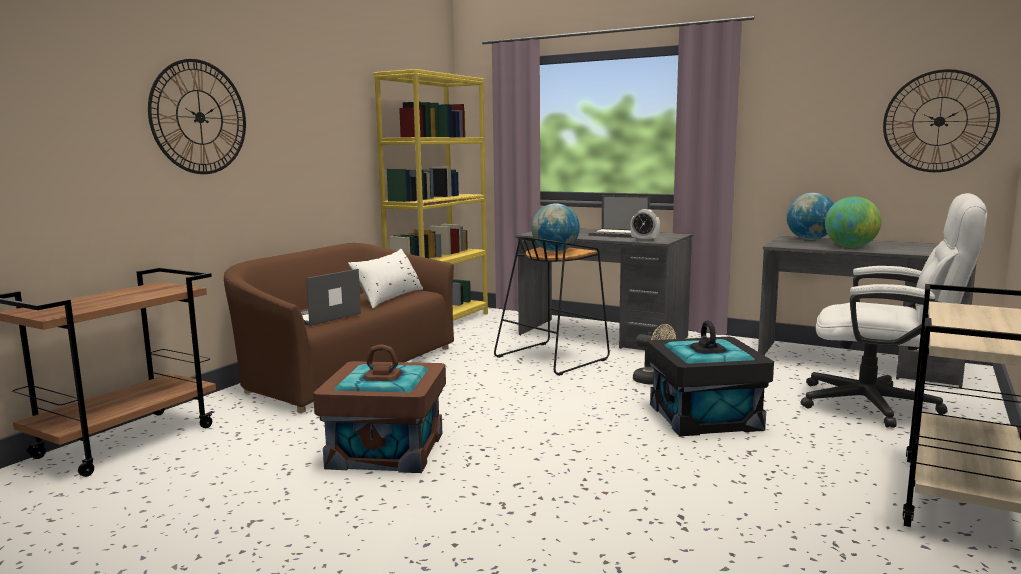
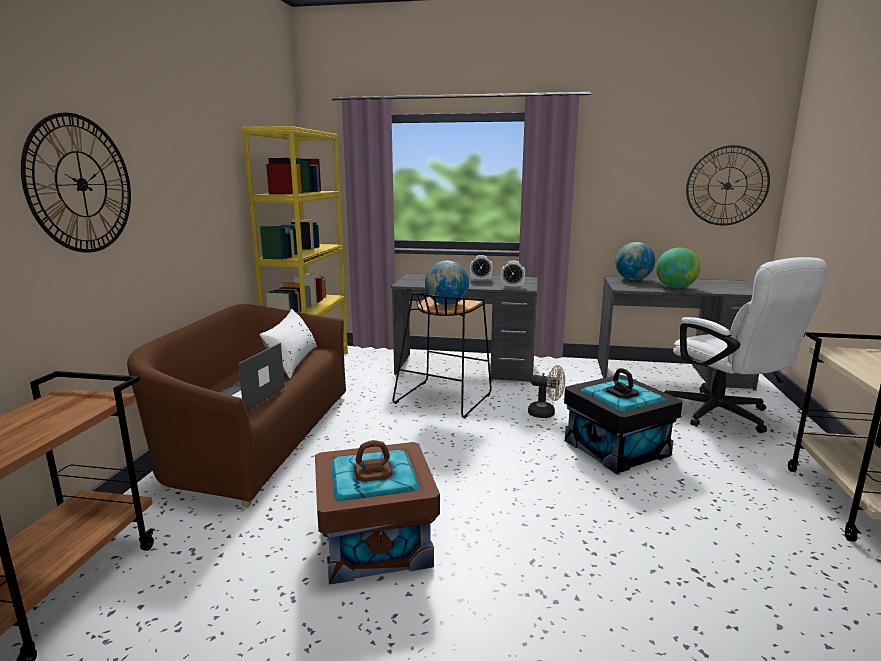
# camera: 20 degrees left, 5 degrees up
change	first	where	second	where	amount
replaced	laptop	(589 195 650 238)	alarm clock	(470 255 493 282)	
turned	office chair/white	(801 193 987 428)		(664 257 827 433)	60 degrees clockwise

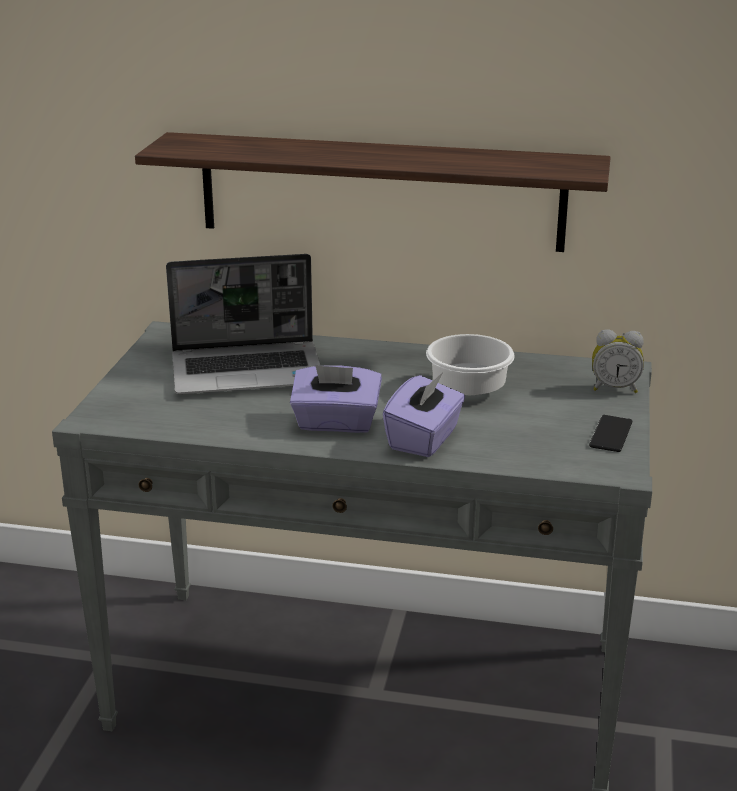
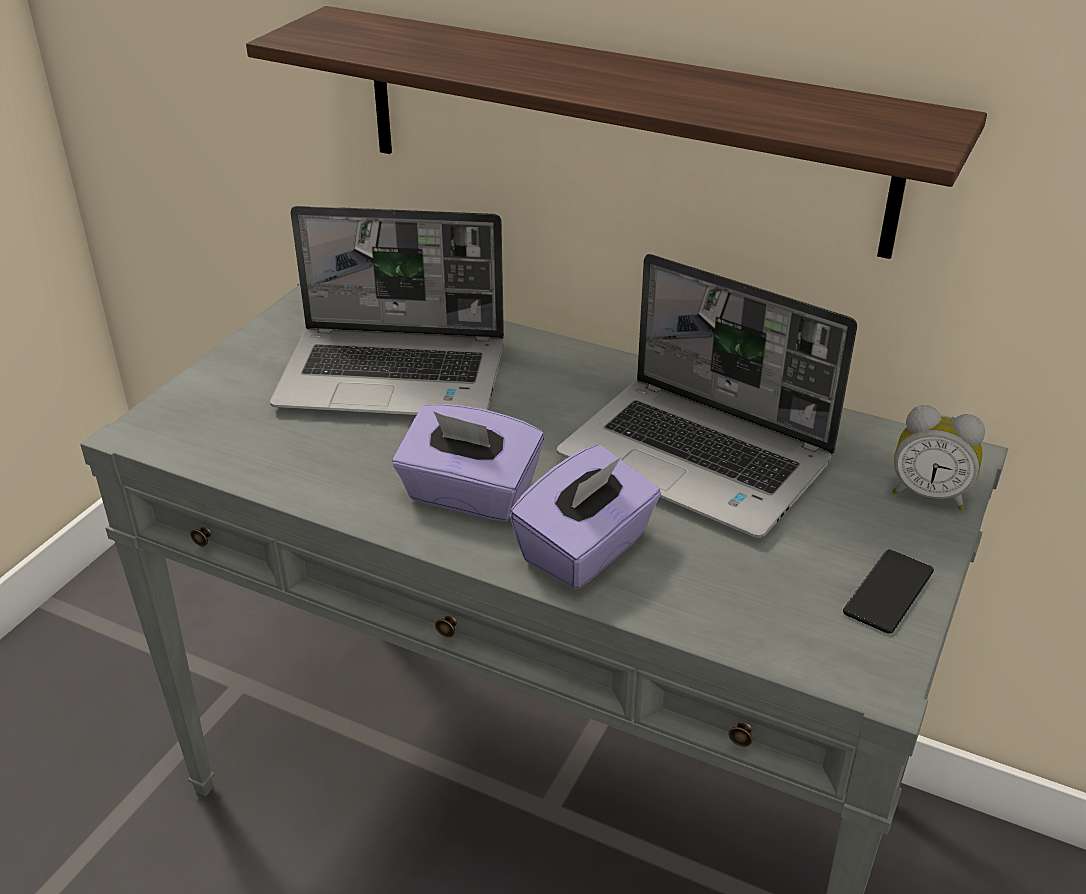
# camera: 15 degrees right, 10 degrees up
change	first	where	second	where	amount
replaced	bowl/white	(426 334 515 395)	laptop	(557 254 857 538)	

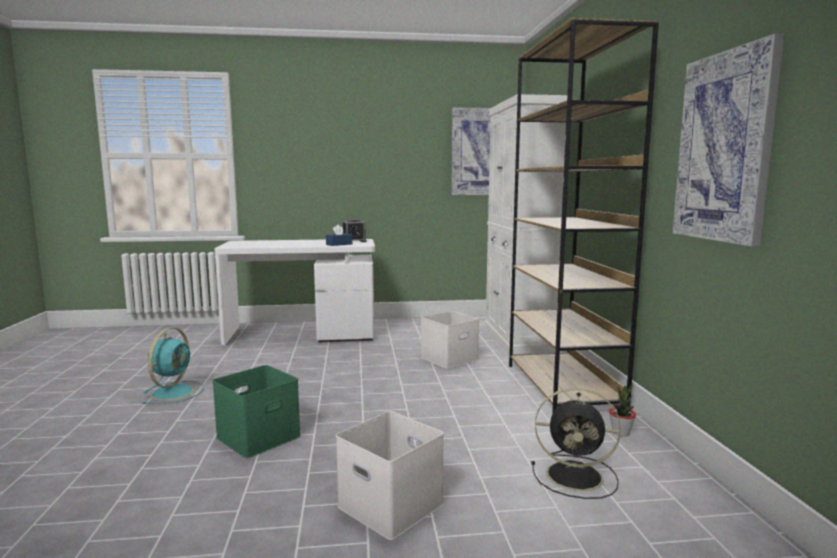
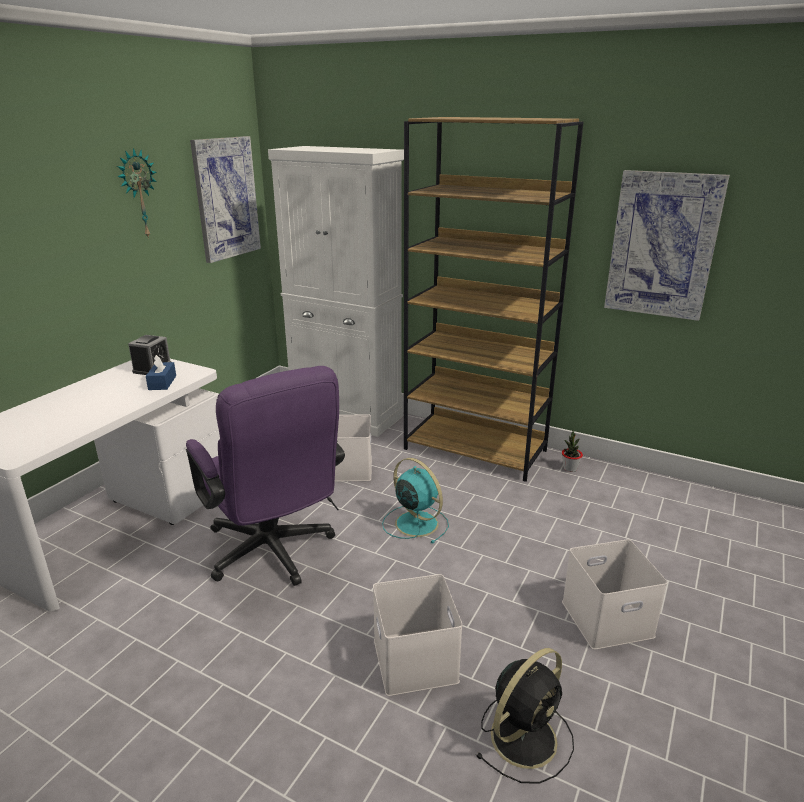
# camera: 55 degrees left, 15 degrees up
change	first	where	second	where	amount
moved	fan/turquoise	(142 328 205 404)		(382 458 449 544)	
recoloured	storage box/green	(212 365 301 458)	storage box/white	(373 574 463 696)	
moved	fan/black	(531 387 621 499)		(476 648 574 784)	
added			wall clock	(117 148 157 239)	
added			office chair/purple	(186 366 345 586)	

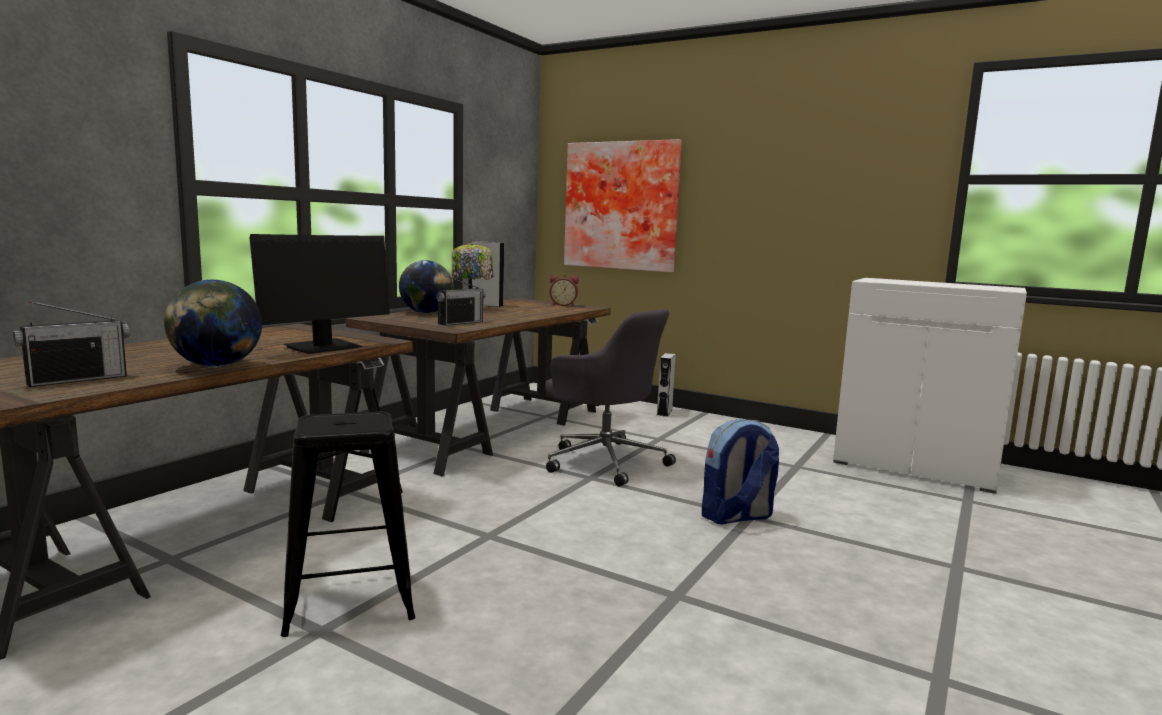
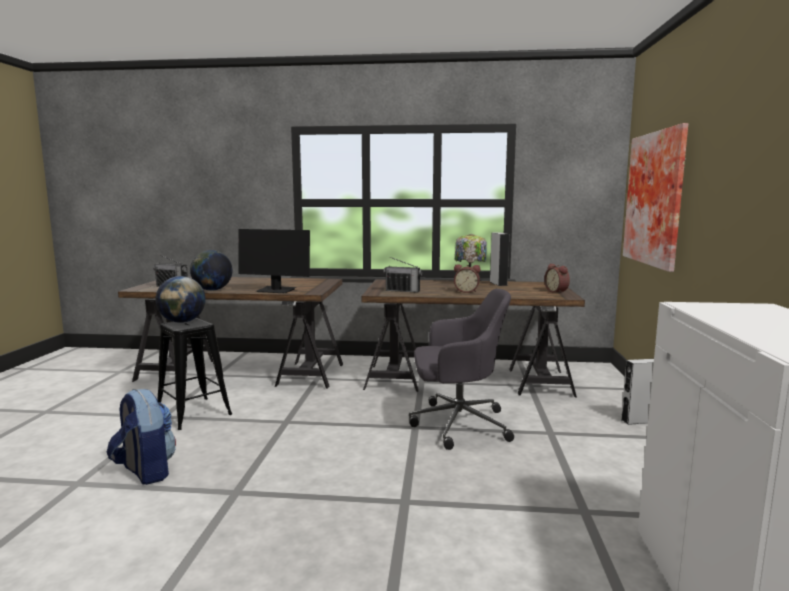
# camera: 65 degrees right, 0 degrees up
change	first	where	second	where	amount
moved	globe	(399 260 453 313)		(156 276 206 323)	
turned	office chair/grey	(545 309 676 486)		(409 289 514 450)	105 degrees counterclockwise
moved	backpack	(702 419 779 525)		(107 389 176 485)	
added			alarm clock	(454 265 480 293)	

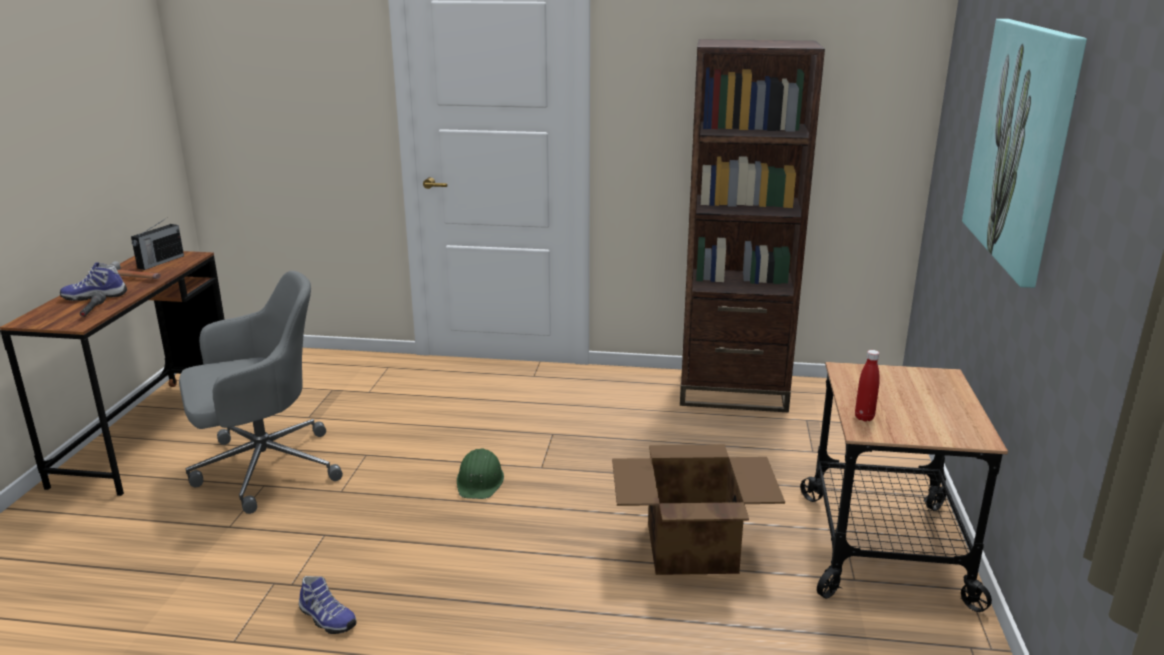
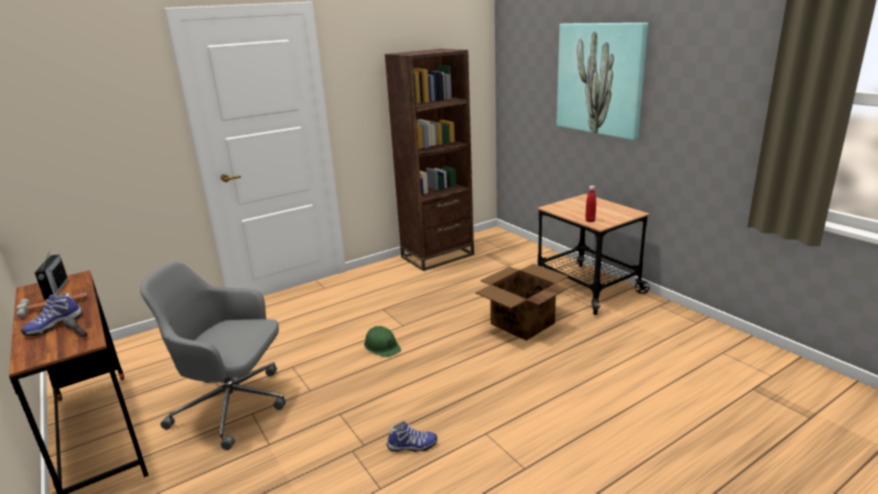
# camera: 40 degrees left, 0 degrees up
change	first	where	second	where	amount
turned	office chair/grey	(179 271 343 514)		(140 262 286 450)	105 degrees counterclockwise

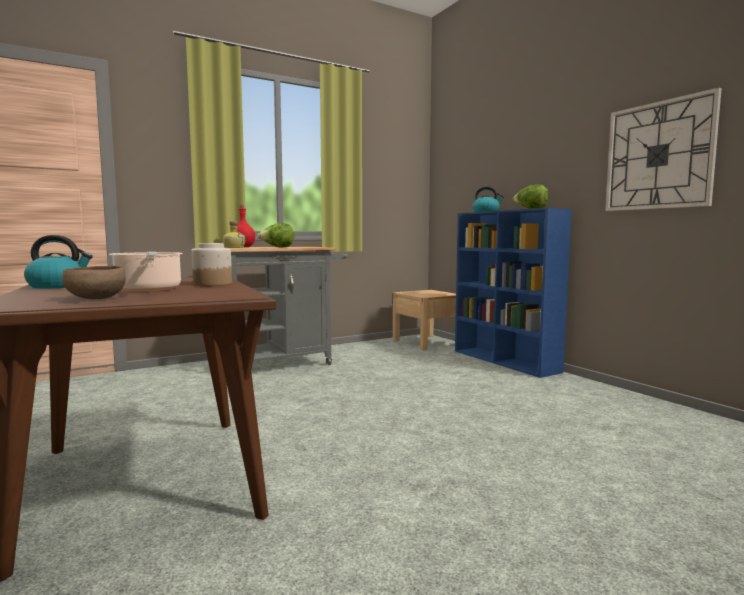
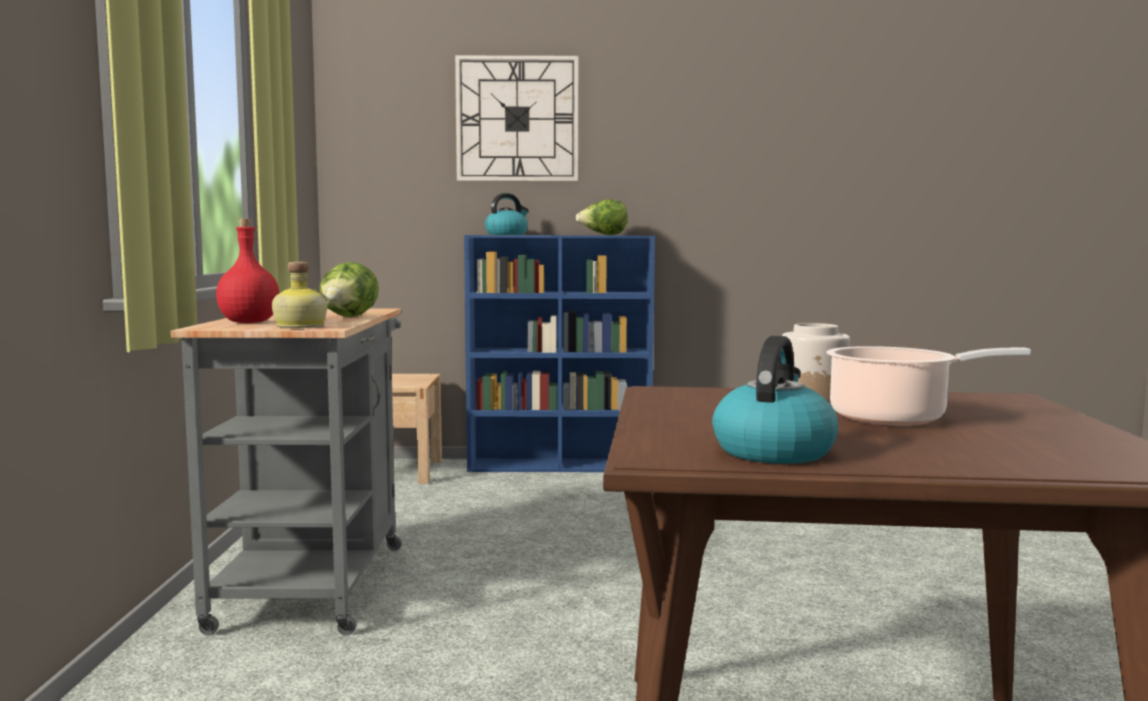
# camera: 60 degrees left, 0 degrees up
change	first	where	second	where	amount
removed	bowl/brown	(62 266 126 299)			
moved	wall clock	(605 87 722 211)		(455 55 578 181)	

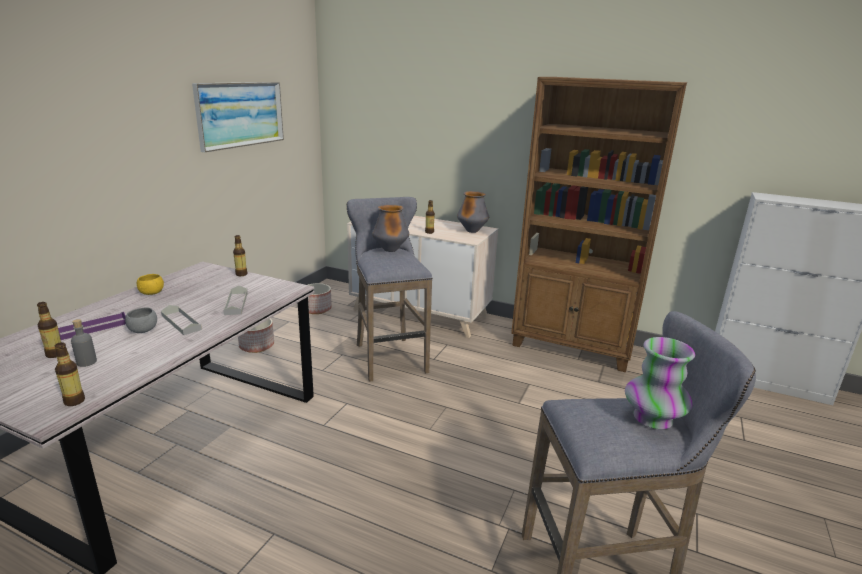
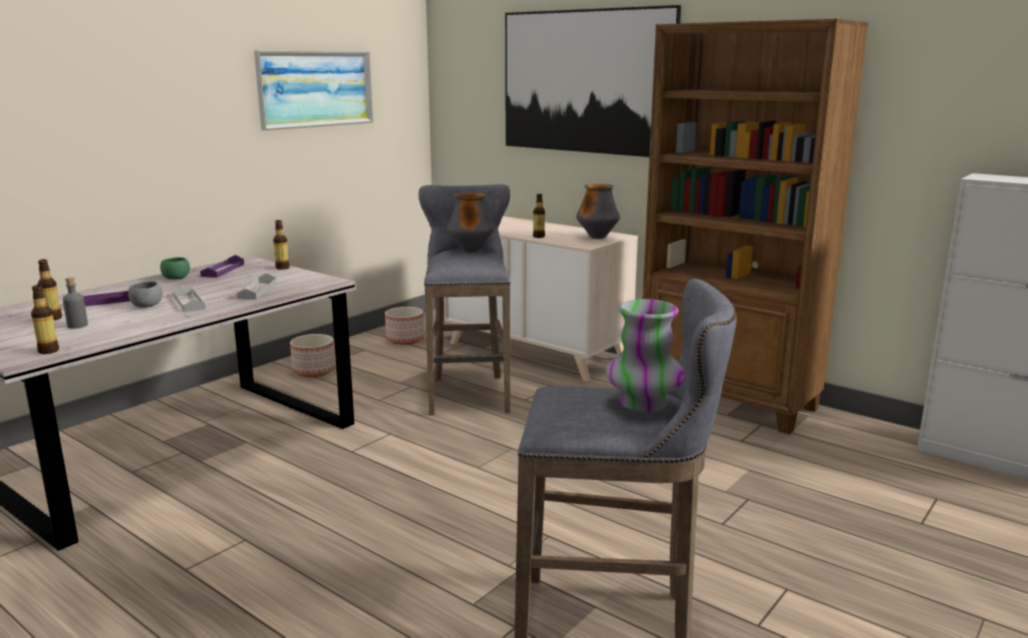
# camera: 15 degrees right, 5 degrees down
change	first	where	second	where	amount
recoloured	bowl/yellow	(137 274 164 295)	bowl/green	(160 257 190 280)	
added			tray/purple	(200 255 244 278)	
added			picture	(505 5 681 157)	

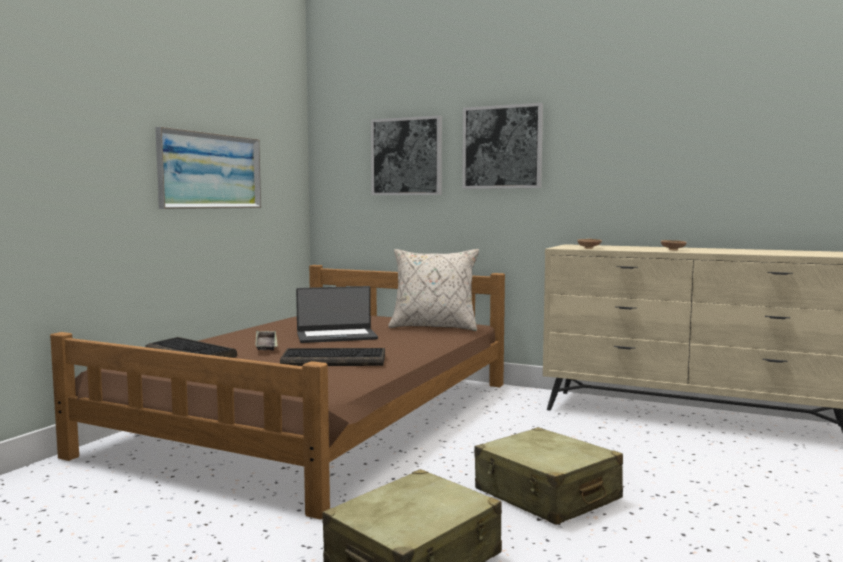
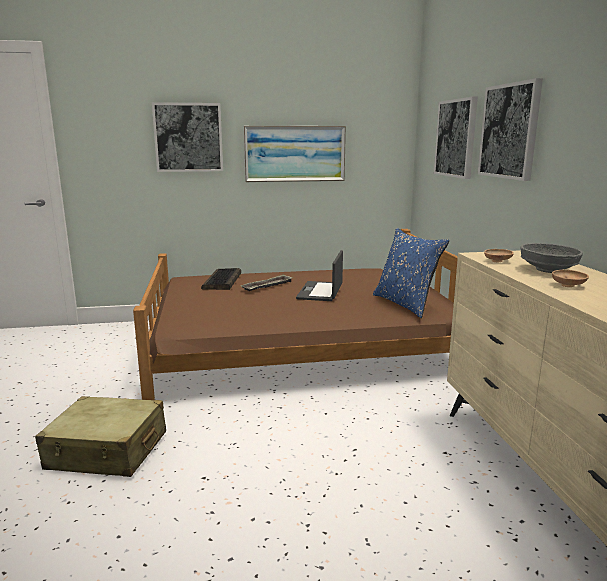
# camera: 55 degrees right, 10 degrees up
change	first	where	second	where	amount
removed	keyboard	(280 348 385 366)			
turned	laptop	(296 286 378 343)		(296 250 343 301)	60 degrees clockwise
recoloured	pillow/beige	(388 249 479 331)	pillow/blue	(373 228 449 318)	
removed	suitcase/beige	(474 427 623 525)			
added			picture	(152 102 223 172)	
added			bowl/grey	(520 243 583 273)	

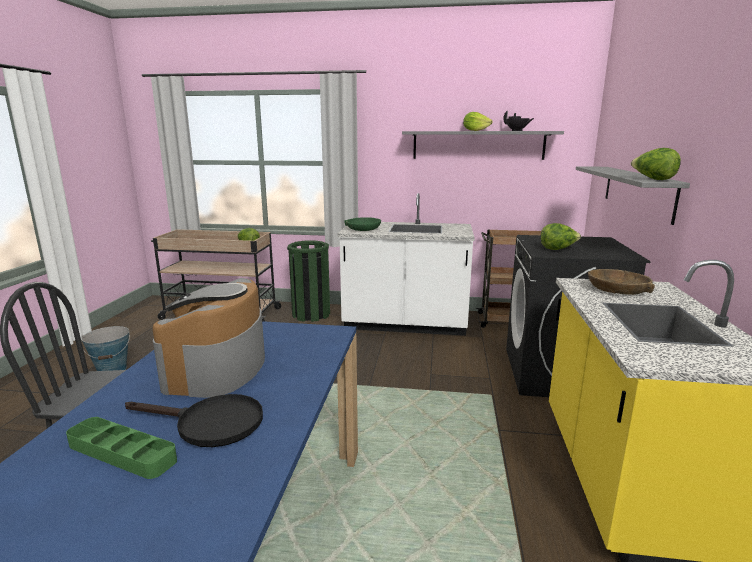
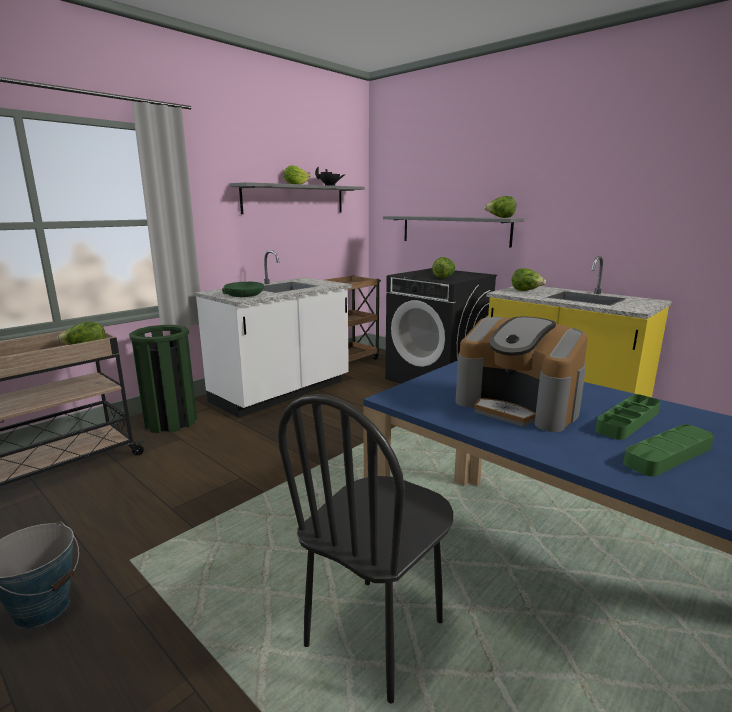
# camera: 55 degrees left, 0 degrees up
change	first	where	second	where	amount
replaced	frying pan/black	(125 394 263 447)	tray/green	(595 394 661 440)	
replaced	bowl/brown	(588 269 655 295)	lettuce	(512 268 546 291)	

